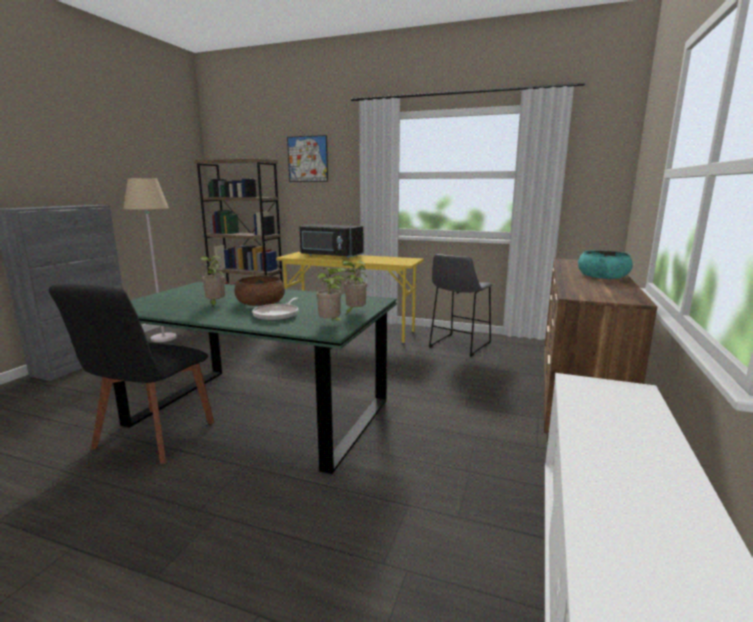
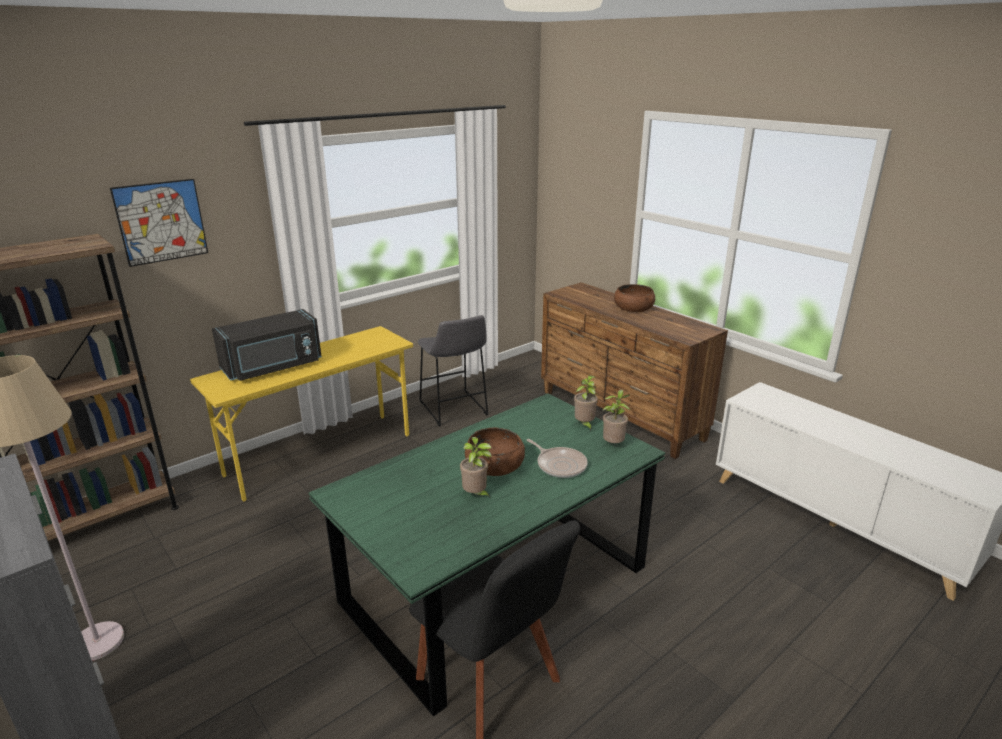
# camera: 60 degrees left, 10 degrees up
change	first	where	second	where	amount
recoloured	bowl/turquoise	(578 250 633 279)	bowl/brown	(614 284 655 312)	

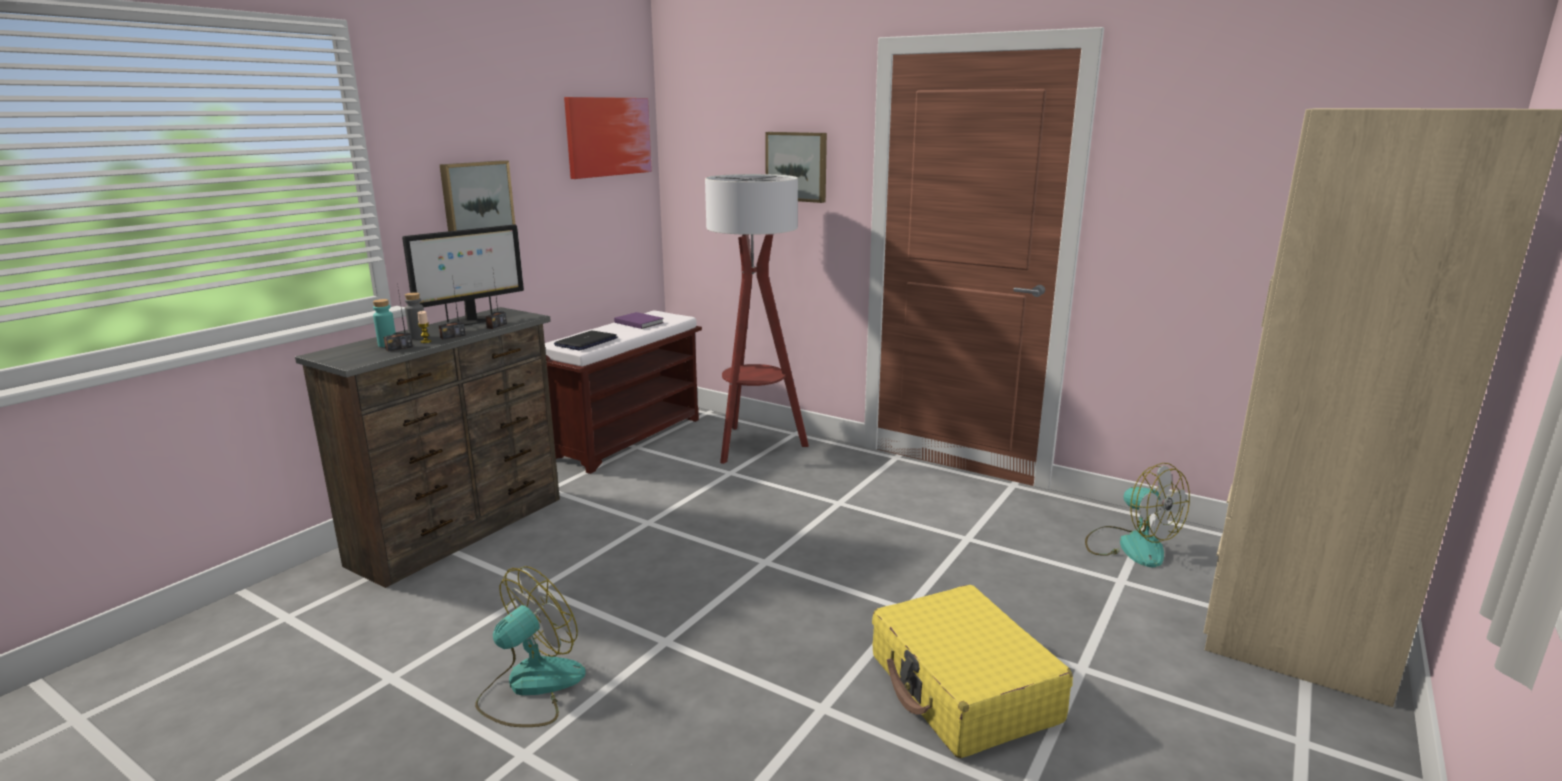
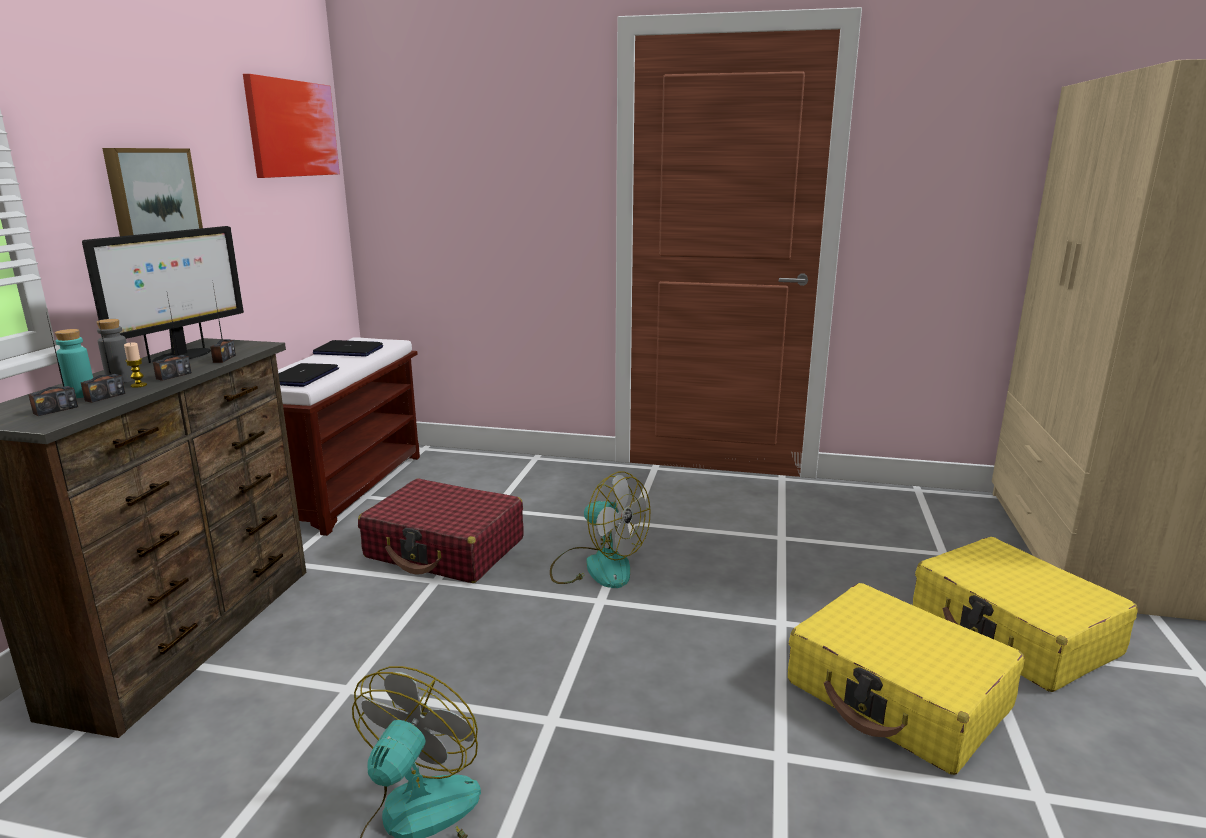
# camera: 20 degrees left, 0 degrees up
change	first	where	second	where	amount
replaced	book/purple	(614 312 664 329)	laptop	(313 340 383 357)	
removed	floor lamp	(705 174 809 464)			
removed	picture	(765 132 827 203)			
moved	fan	(1085 463 1190 567)		(550 471 650 588)	
added			radio	(28 313 78 416)	
added			suitcase/red	(358 478 524 583)	
added			suitcase/yellow	(913 537 1138 692)	

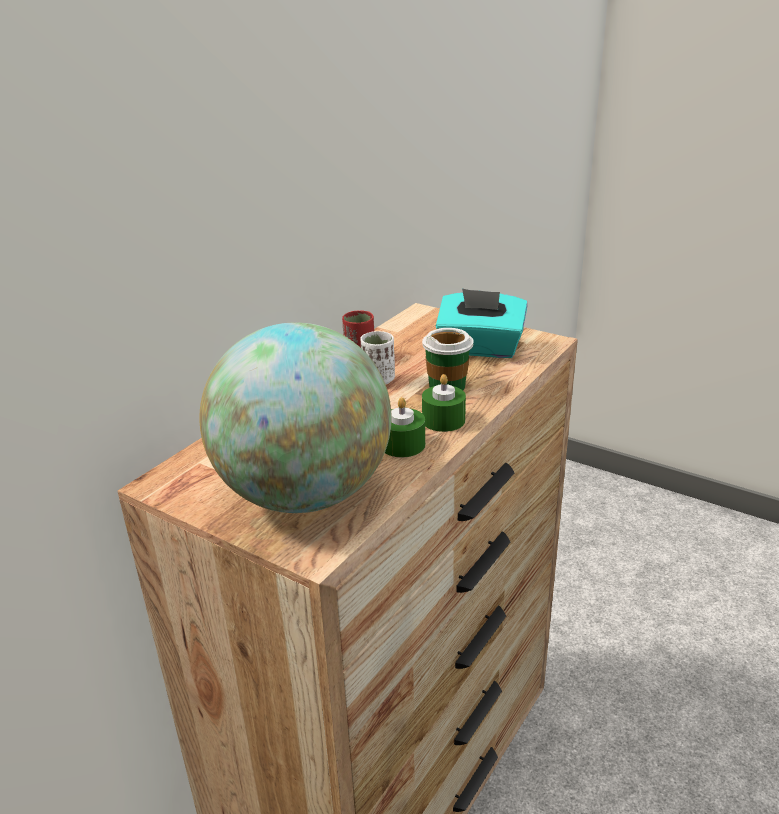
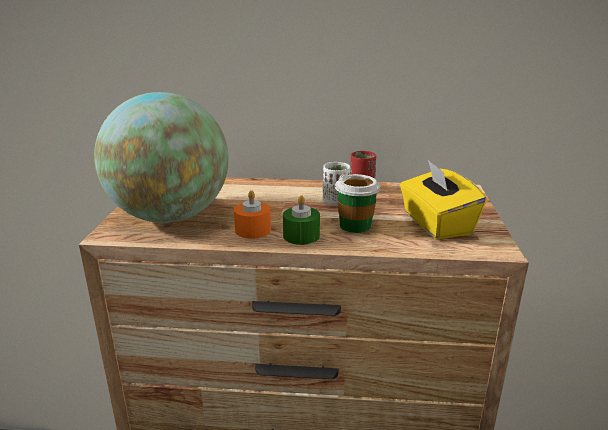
# camera: 60 degrees right, 5 degrees down
change	first	where	second	where	amount
recoloured	candle/green	(385 397 425 457)	candle/orange	(234 190 271 239)	
recoloured	tissue box/turquoise	(436 288 528 358)	tissue box/yellow	(400 160 487 239)	

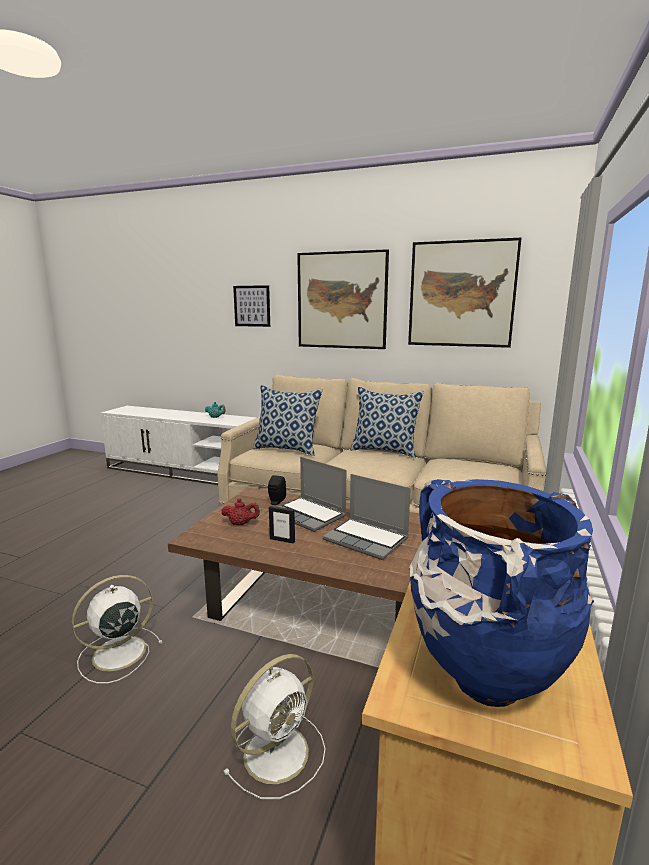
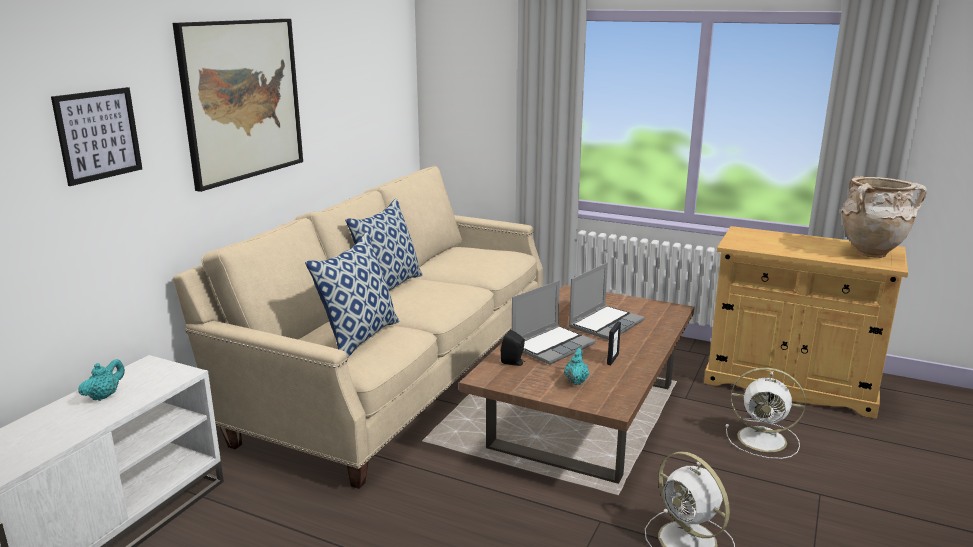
# camera: 85 degrees left, 5 degrees up
change	first	where	second	where	amount
recoloured	teapot/red	(221 498 260 526)	teapot/turquoise	(564 348 589 385)	
turned	fan/white	(223 654 326 799)		(726 368 806 459)	150 degrees clockwise
removed	picture	(408 237 522 348)			
recoloured	vase/blue	(409 479 594 707)	vase/beige	(841 176 927 258)	

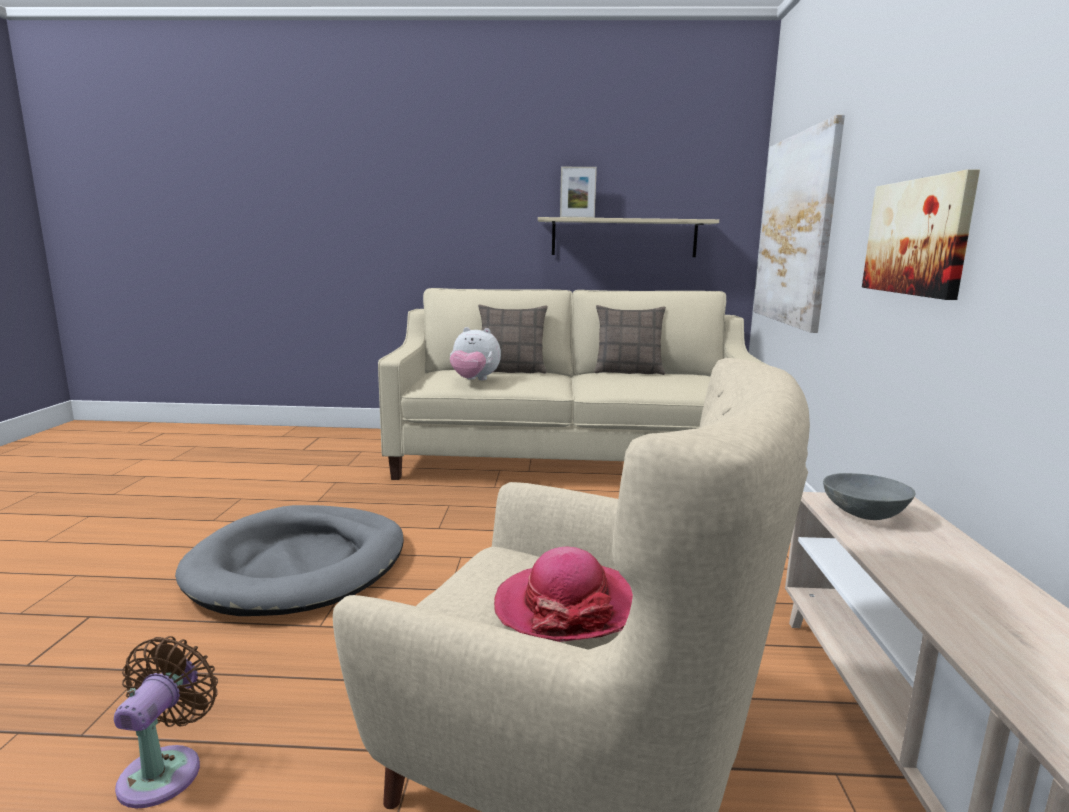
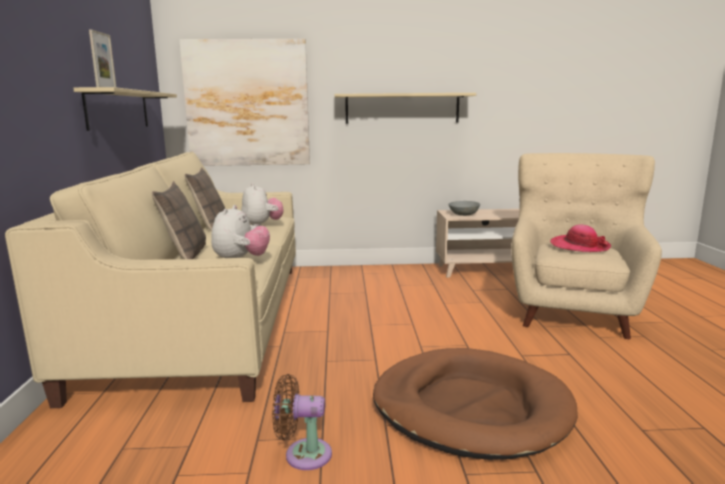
# camera: 95 degrees left, 0 degrees up
change	first	where	second	where	amount
moved	fan/brown	(114 636 218 808)		(272 374 332 470)	
recoloured	dog bed/grey	(175 505 404 616)	dog bed/brown	(373 348 578 460)	
replaced	picture	(862 169 980 300)	shelf/beige	(334 93 476 124)	
added			plush toy	(241 183 284 227)	

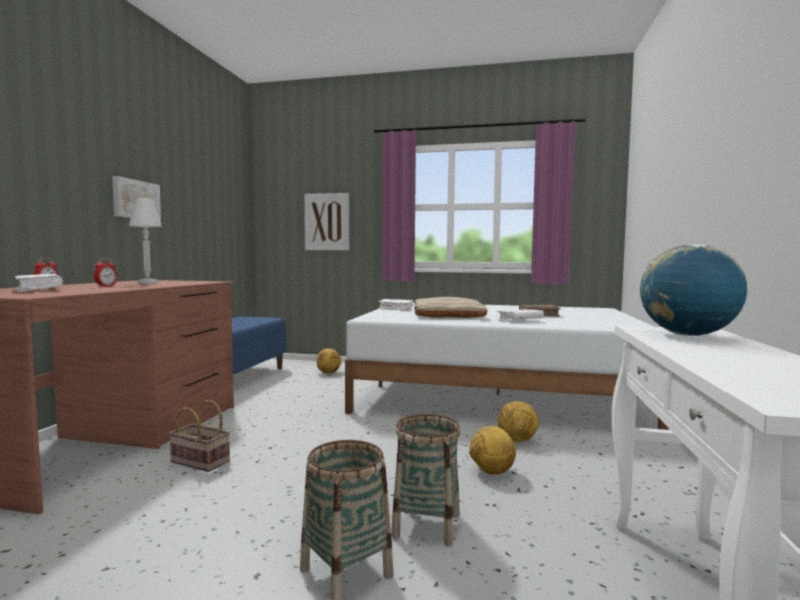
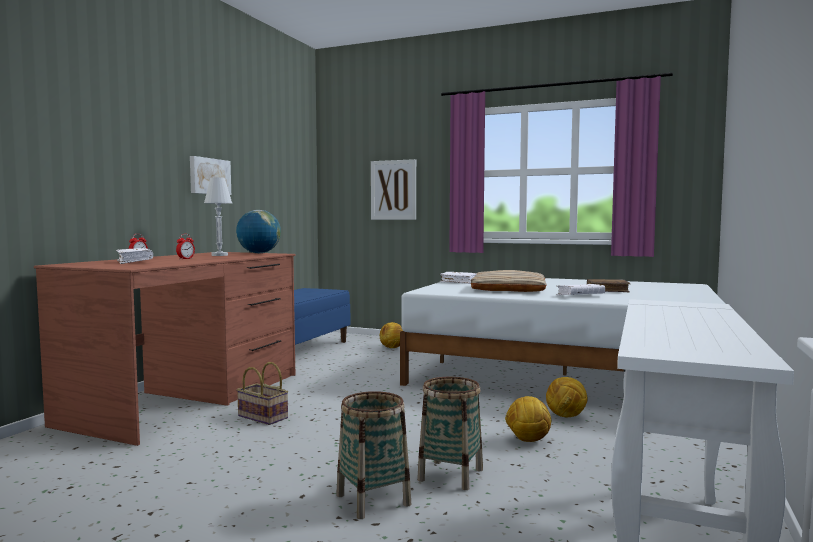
# camera: 10 degrees right, 0 degrees up
change	first	where	second	where	amount
moved	globe	(640 244 747 336)		(236 210 281 254)	

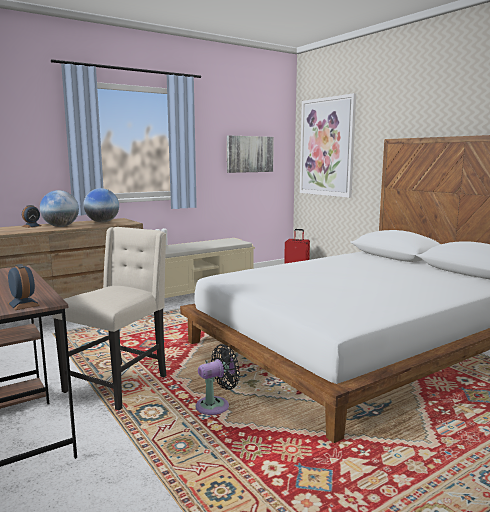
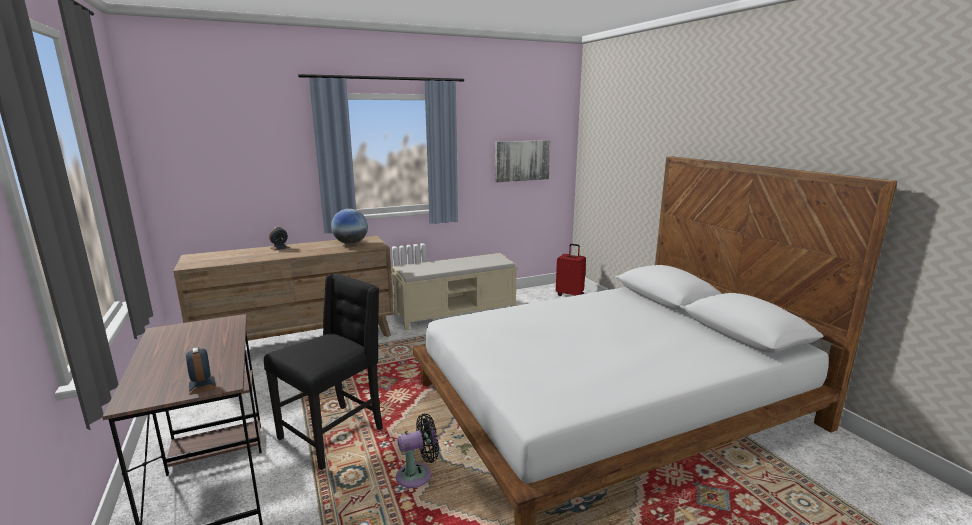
# camera: 10 degrees right, 5 degrees up
change	first	where	second	where	amount
removed	globe	(40 190 79 227)			
recoloured	chair/beige	(52 227 166 410)	chair/black	(264 273 383 470)	
removed	picture	(300 93 356 198)			

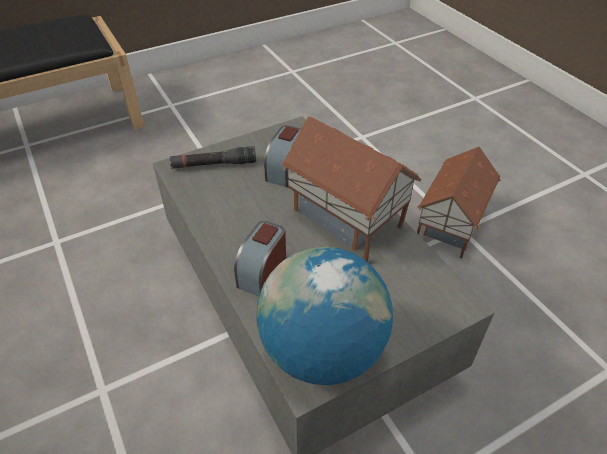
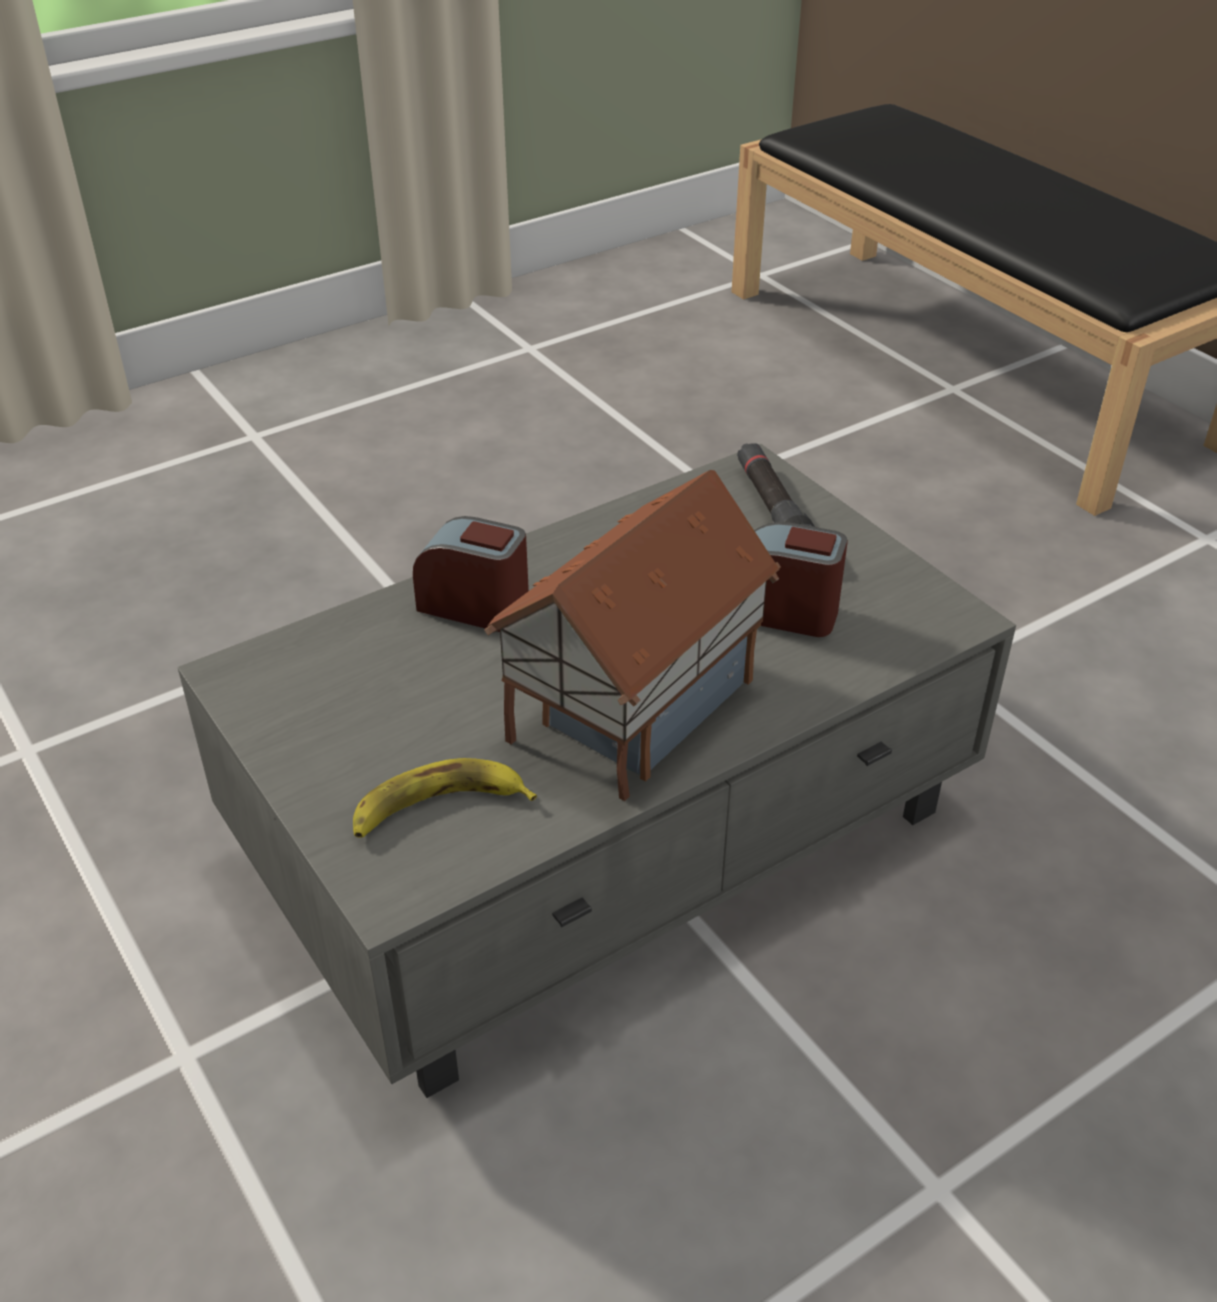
# camera: 85 degrees right, 5 degrees down
change	first	where	second	where	amount
removed	globe	(256 247 393 385)			
removed	toy house	(417 147 501 258)			
added			banana	(353 758 537 838)	

